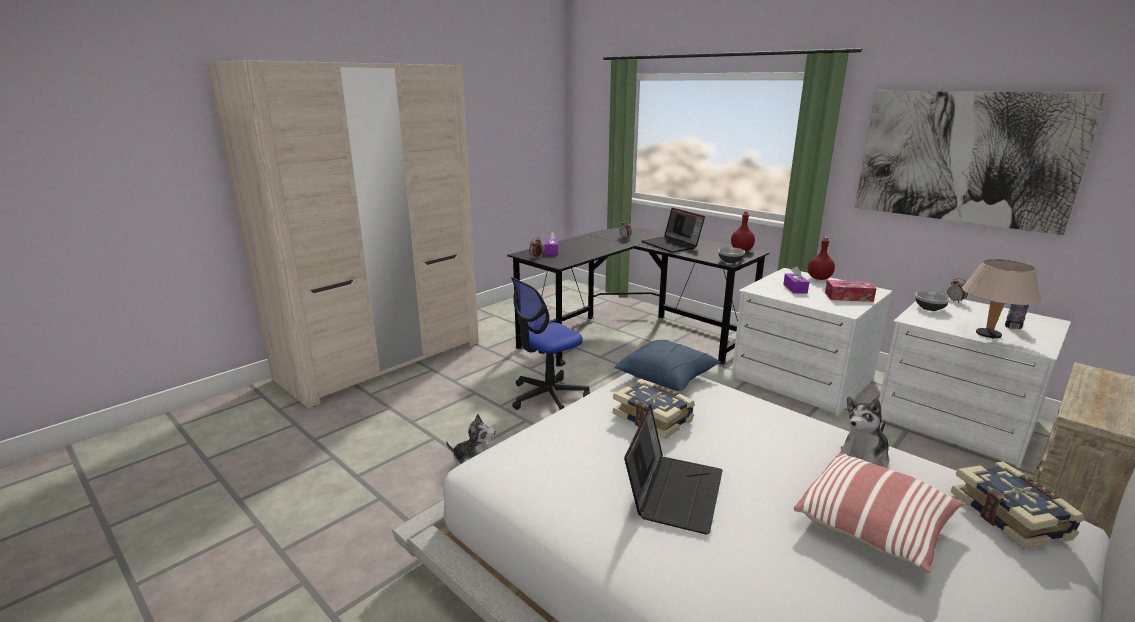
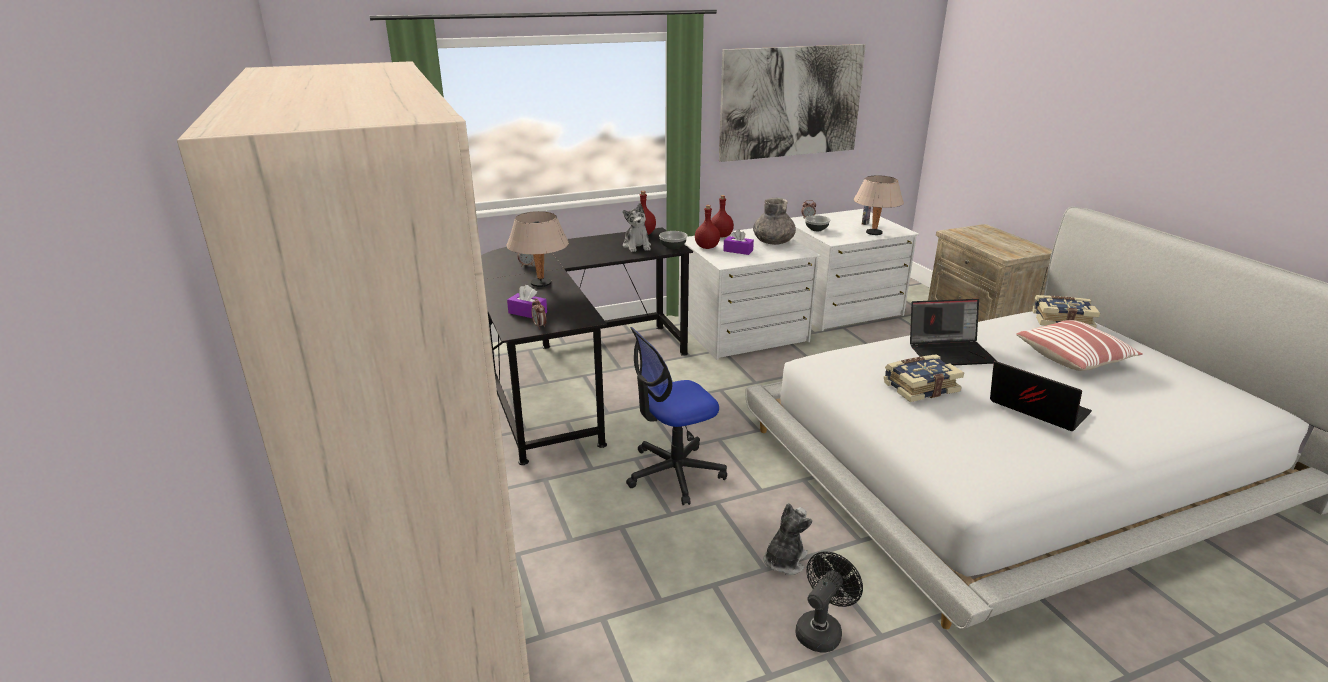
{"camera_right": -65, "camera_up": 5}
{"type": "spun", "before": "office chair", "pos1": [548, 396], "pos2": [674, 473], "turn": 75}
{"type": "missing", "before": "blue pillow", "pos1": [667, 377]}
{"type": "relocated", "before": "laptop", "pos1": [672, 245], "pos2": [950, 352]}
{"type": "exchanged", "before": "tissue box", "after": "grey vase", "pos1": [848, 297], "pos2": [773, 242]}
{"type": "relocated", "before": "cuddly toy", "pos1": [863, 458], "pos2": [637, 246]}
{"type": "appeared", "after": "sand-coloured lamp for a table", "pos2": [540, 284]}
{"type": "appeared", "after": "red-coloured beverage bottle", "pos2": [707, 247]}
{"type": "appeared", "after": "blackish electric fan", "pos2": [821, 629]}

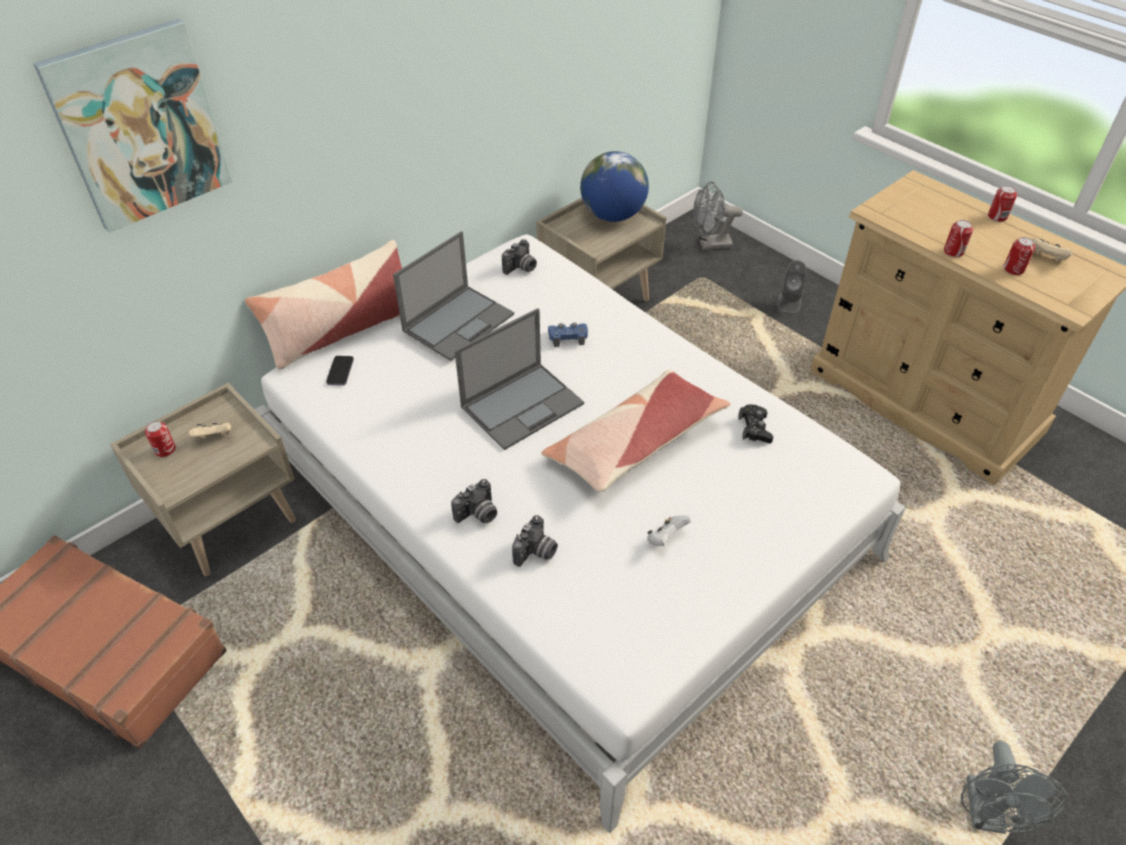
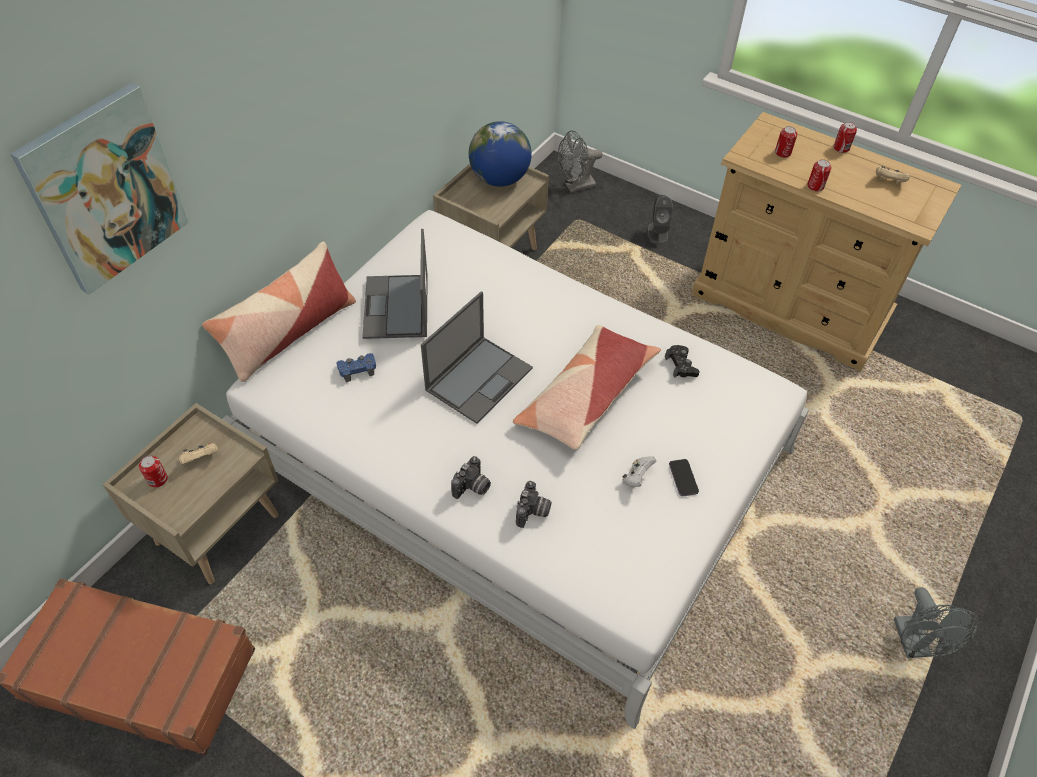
{"camera_right": -15, "camera_up": 5}
{"type": "relocated", "before": "telephone", "pos1": [340, 372], "pos2": [683, 478]}
{"type": "spun", "before": "laptop", "pos1": [459, 322], "pos2": [397, 307], "turn": 150}
{"type": "missing", "before": "still camera", "pos1": [521, 268]}
{"type": "relocated", "before": "blue game controller", "pos1": [568, 337], "pos2": [357, 369]}
{"type": "relocated", "before": "can", "pos1": [1013, 269], "pos2": [782, 153]}

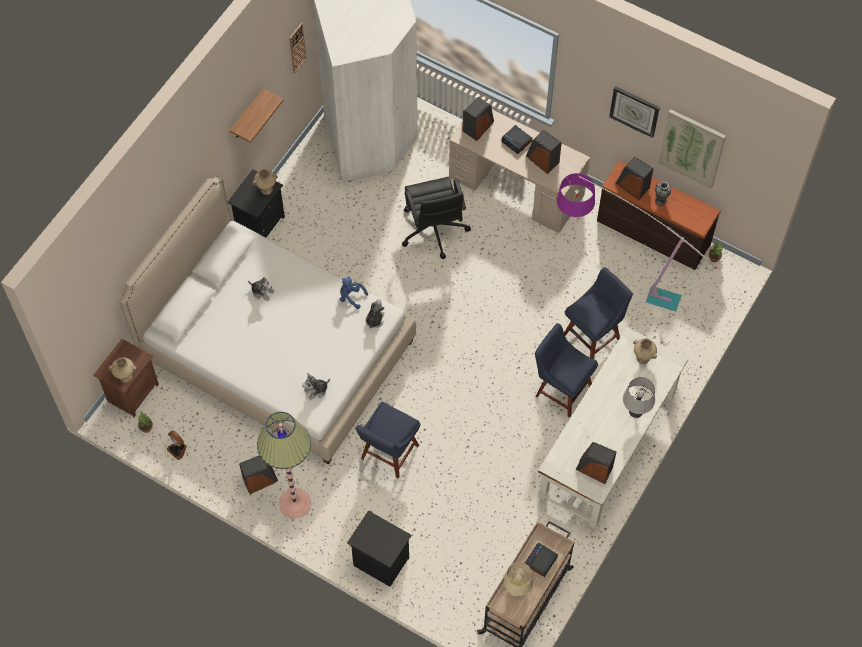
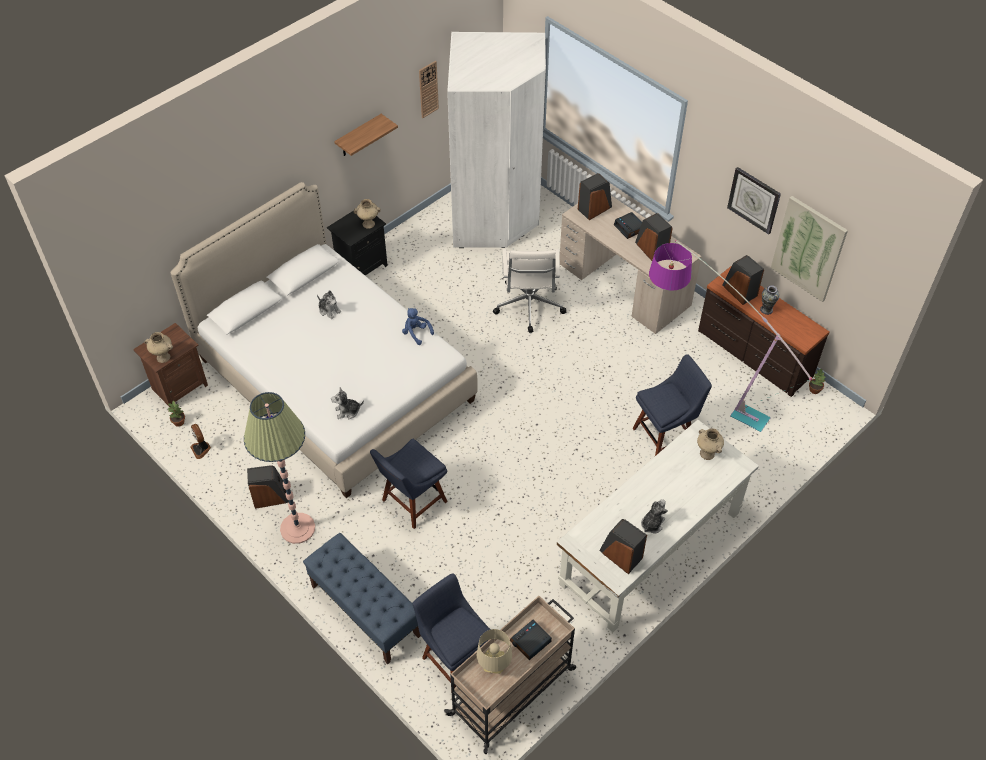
{"camera_right": 15, "camera_up": -10}
{"type": "exchanged", "before": "blackish nightstand", "after": "blue long seat", "pos1": [380, 562], "pos2": [365, 610]}
{"type": "relocated", "before": "cuddly toy", "pos1": [374, 319], "pos2": [652, 524]}
{"type": "colour", "before": "blackish office chair", "after": "whitish office chair", "pos1": [434, 231], "pos2": [529, 307]}
{"type": "relocated", "before": "blue upright chair", "pos1": [561, 389], "pos2": [455, 657]}
{"type": "missing", "before": "grey lamp for a table", "pos1": [635, 411]}

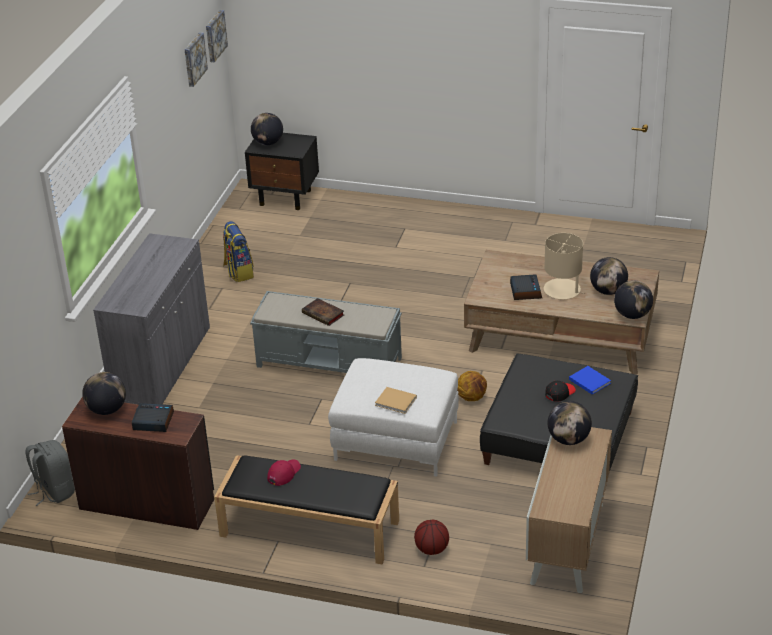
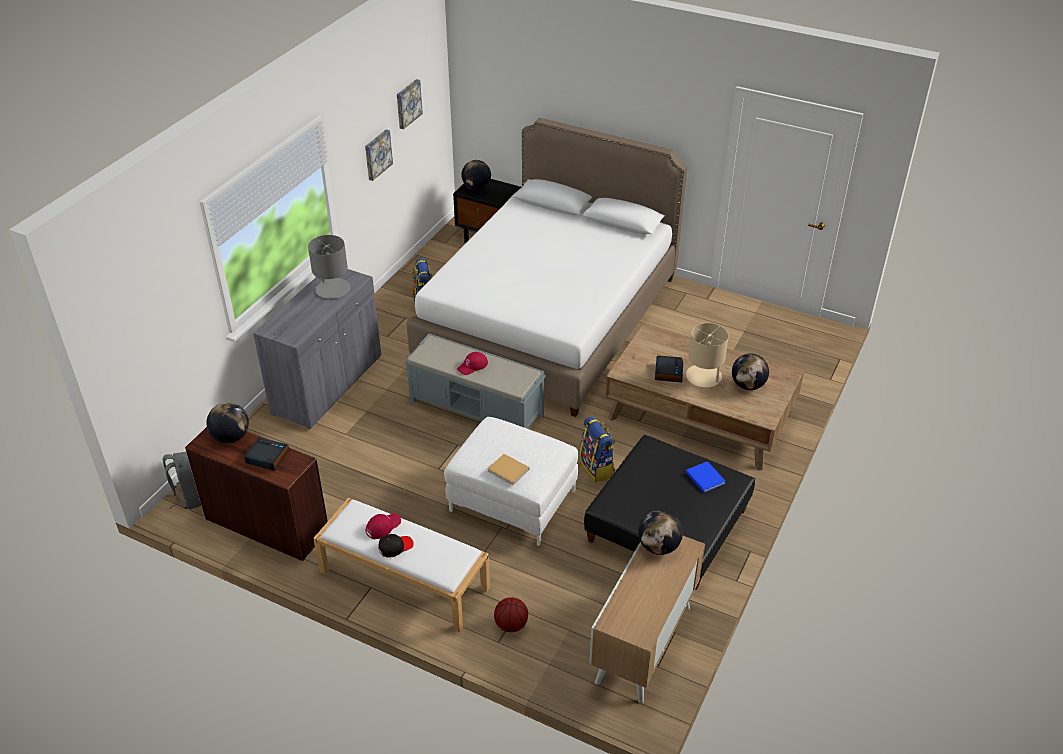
{"camera_right": 10, "camera_up": 5}
{"type": "relocated", "before": "picture", "pos1": [214, 35], "pos2": [377, 154]}
{"type": "colour", "before": "blackish long seat", "after": "whitish long seat", "pos1": [308, 528], "pos2": [403, 579]}
{"type": "exchanged", "before": "volume", "after": "red-coloured peaked cap", "pos1": [324, 314], "pos2": [472, 366]}
{"type": "exchanged", "before": "basketball", "after": "rucksack", "pos1": [472, 397], "pos2": [597, 468]}
{"type": "relocated", "before": "blackish peaked cap", "pos1": [559, 393], "pos2": [395, 547]}
{"type": "missing", "before": "globe", "pos1": [632, 315]}
{"type": "appeared", "after": "grey lamp for a table", "pos2": [332, 289]}
{"type": "appeared", "after": "whitish sleeping bed", "pos2": [549, 318]}

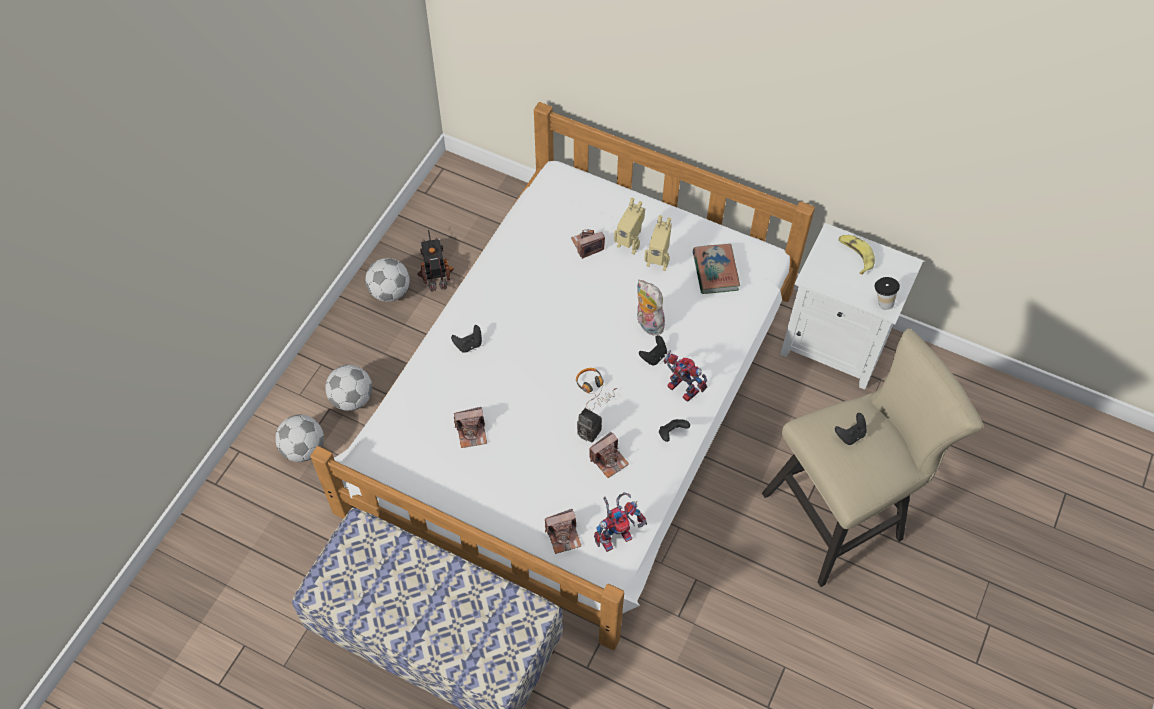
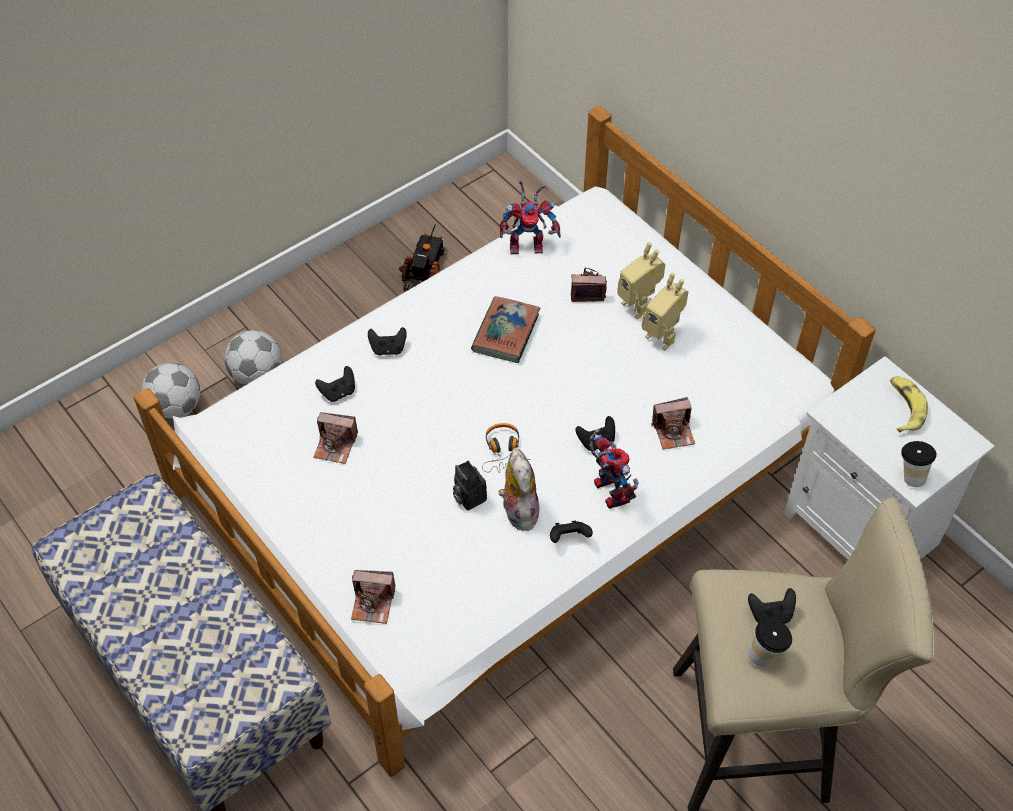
{"camera_right": 25, "camera_up": -5}
{"type": "missing", "before": "football ball", "pos1": [390, 291]}
{"type": "relocated", "before": "still camera", "pos1": [609, 460], "pos2": [673, 432]}
{"type": "relocated", "before": "model robot", "pos1": [616, 534], "pos2": [529, 244]}
{"type": "relocated", "before": "cuddly toy", "pos1": [647, 323], "pos2": [518, 511]}
{"type": "relocated", "before": "volume", "pos1": [715, 271], "pos2": [506, 333]}
{"type": "appeared", "after": "blackish game controller", "pos2": [338, 392]}
{"type": "appeared", "after": "cup", "pos2": [766, 654]}

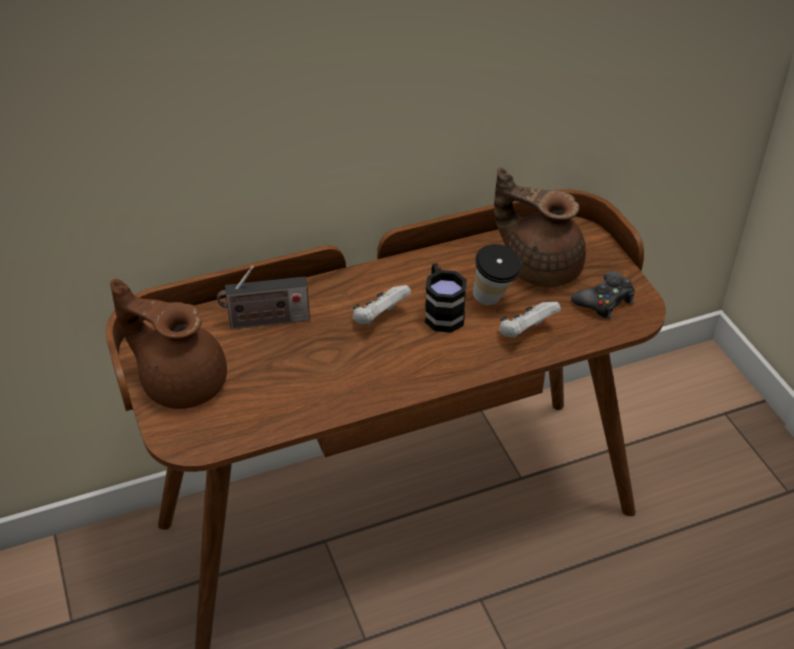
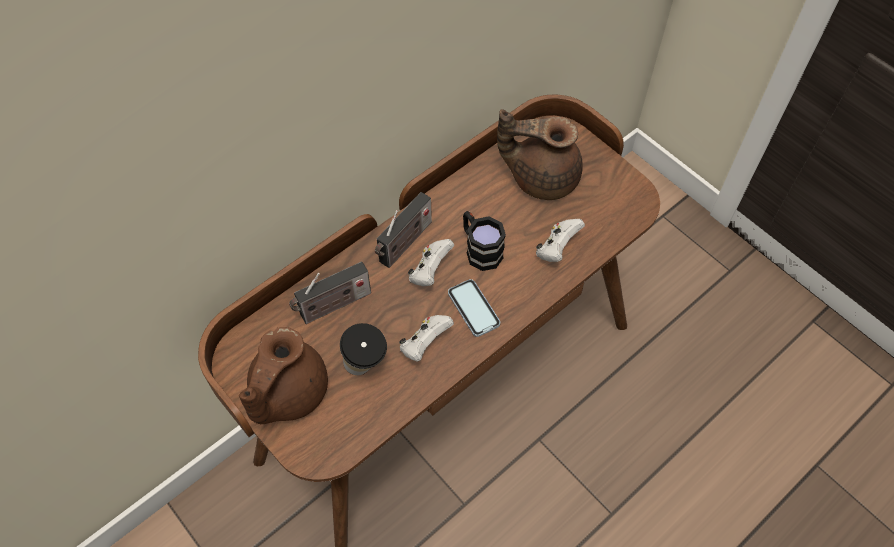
{"camera_right": -20, "camera_up": 15}
{"type": "spun", "before": "brown-coloured pot for tea", "pos1": [181, 381], "pos2": [287, 393], "turn": -75}
{"type": "relocated", "before": "cup", "pos1": [494, 301], "pos2": [366, 367]}
{"type": "missing", "before": "blackish game controller", "pos1": [604, 301]}
{"type": "appeared", "after": "radio set", "pos2": [404, 244]}
{"type": "appeared", "after": "whitish game controller", "pos2": [424, 344]}
{"type": "appeared", "after": "telephone", "pos2": [473, 308]}

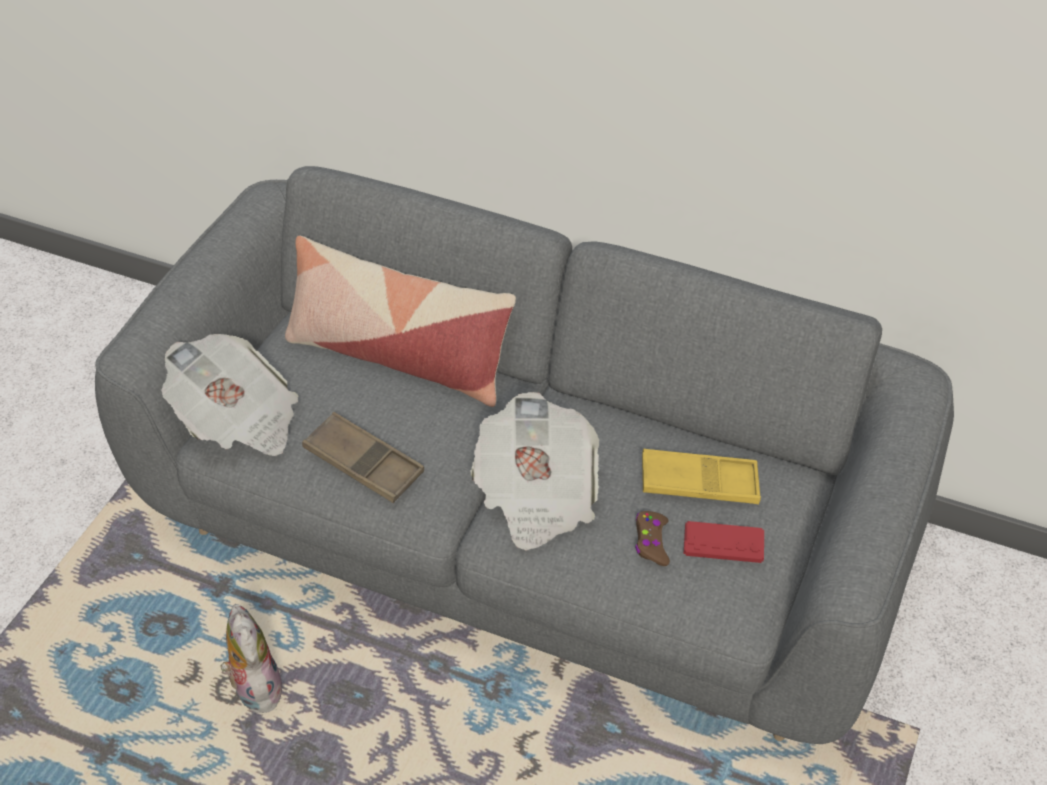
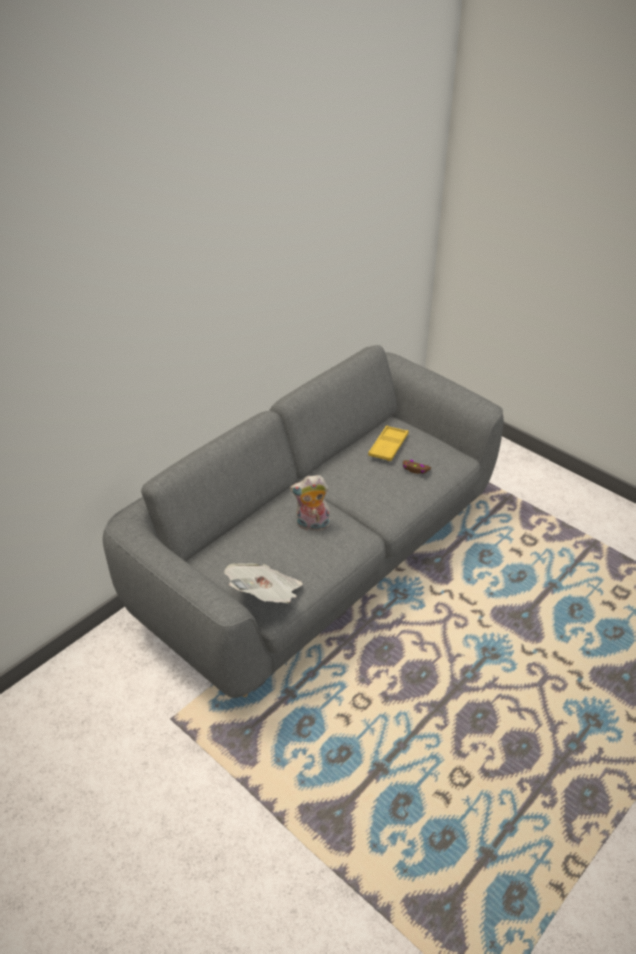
{"camera_right": -70, "camera_up": -5}
{"type": "relocated", "before": "cuddly toy", "pos1": [254, 688], "pos2": [312, 525]}
{"type": "missing", "before": "pillow", "pos1": [398, 355]}
{"type": "missing", "before": "brown-coloured tray", "pos1": [363, 463]}
{"type": "missing", "before": "printed paper", "pos1": [536, 496]}
{"type": "missing", "before": "red-coloured game controller", "pos1": [723, 543]}

